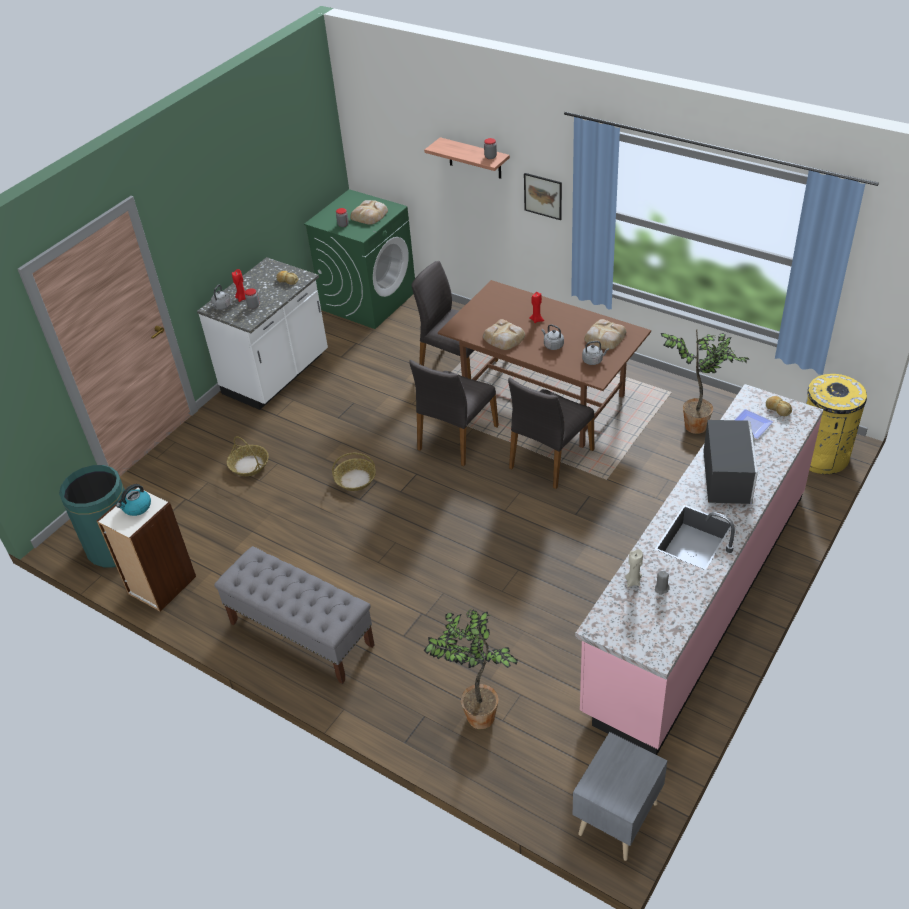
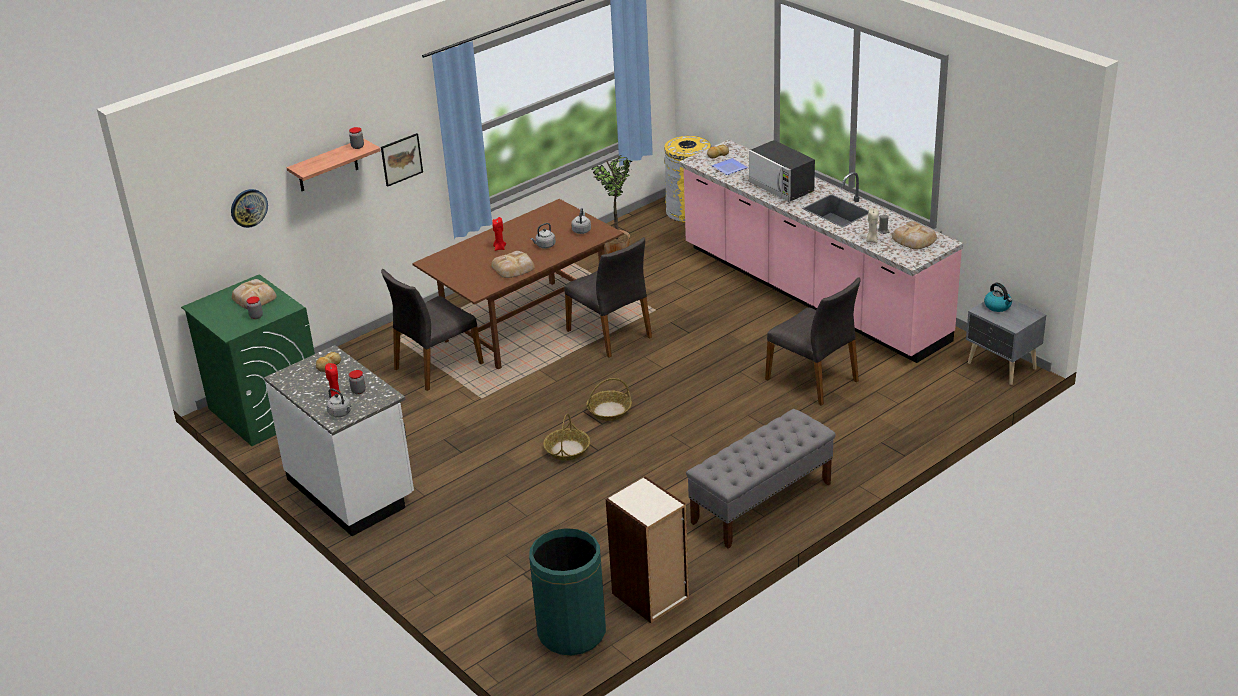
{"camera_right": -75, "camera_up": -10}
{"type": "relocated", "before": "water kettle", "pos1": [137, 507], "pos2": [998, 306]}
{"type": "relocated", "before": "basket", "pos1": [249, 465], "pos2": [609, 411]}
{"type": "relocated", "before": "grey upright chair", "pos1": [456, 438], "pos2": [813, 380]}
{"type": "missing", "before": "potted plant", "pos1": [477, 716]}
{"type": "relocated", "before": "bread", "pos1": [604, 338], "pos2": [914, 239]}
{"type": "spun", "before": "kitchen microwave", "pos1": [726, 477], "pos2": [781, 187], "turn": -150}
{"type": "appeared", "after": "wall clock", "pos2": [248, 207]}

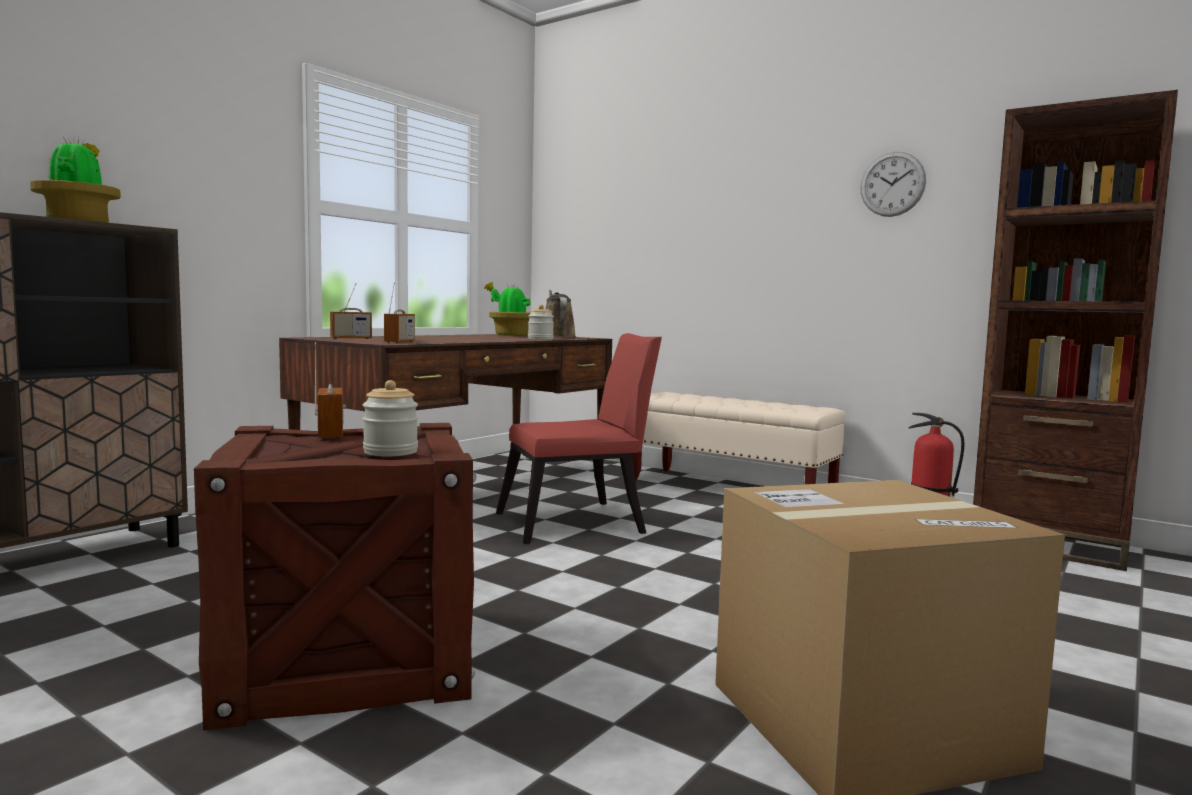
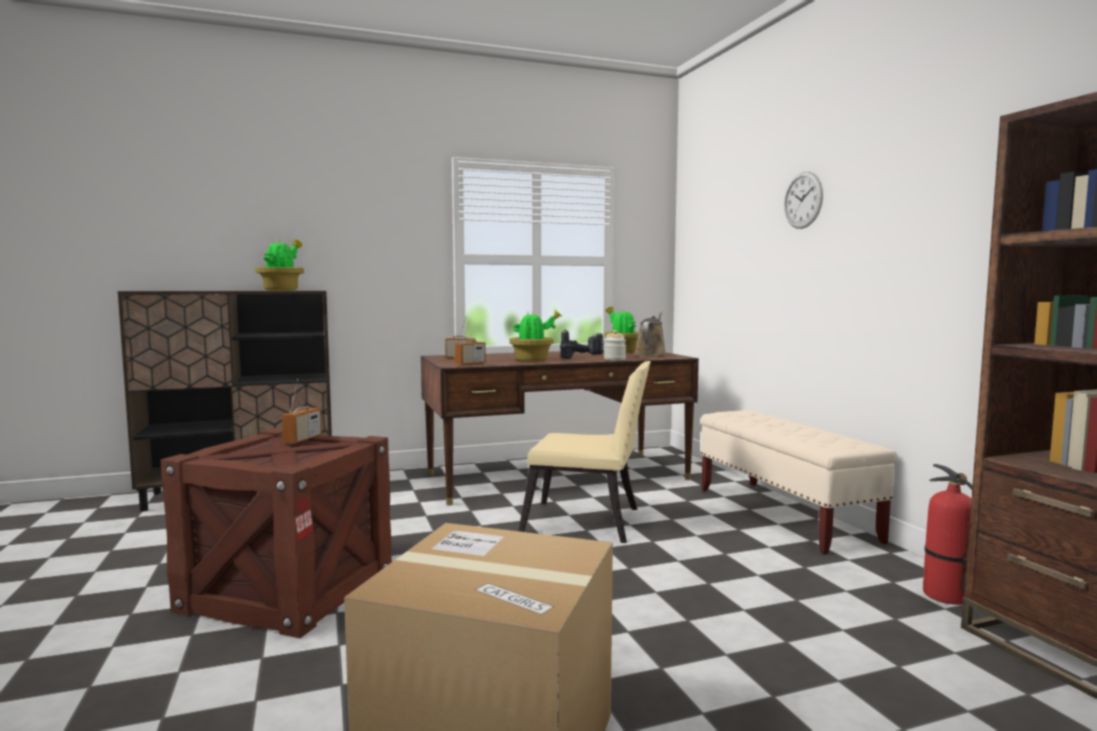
{"camera_right": 35, "camera_up": 0}
{"type": "missing", "before": "storage jar", "pos1": [390, 452]}
{"type": "colour", "before": "red-coloured upright chair", "after": "sand-coloured upright chair", "pos1": [579, 523], "pos2": [589, 523]}
{"type": "relocated", "before": "wall clock", "pos1": [892, 184], "pos2": [803, 200]}
{"type": "appeared", "after": "potted plant", "pos2": [533, 360]}
{"type": "appeared", "after": "drill", "pos2": [582, 357]}

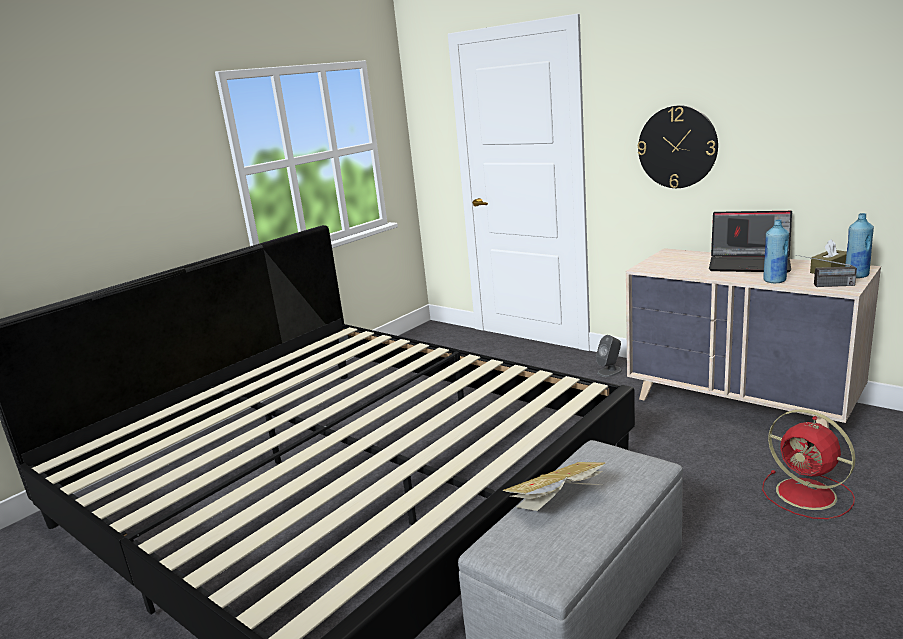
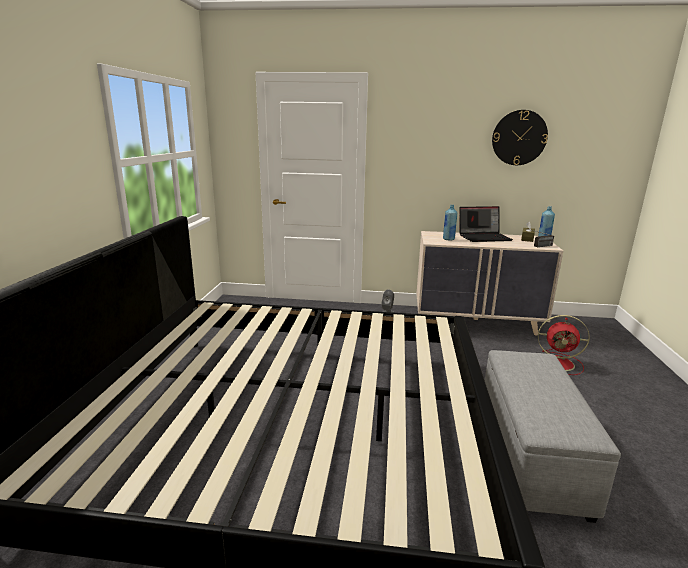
{"camera_right": -35, "camera_up": 0}
{"type": "missing", "before": "volume", "pos1": [556, 502]}
{"type": "relocated", "before": "wall clock", "pos1": [677, 147], "pos2": [519, 138]}
{"type": "relocated", "before": "blue beverage bottle", "pos1": [774, 281], "pos2": [448, 239]}

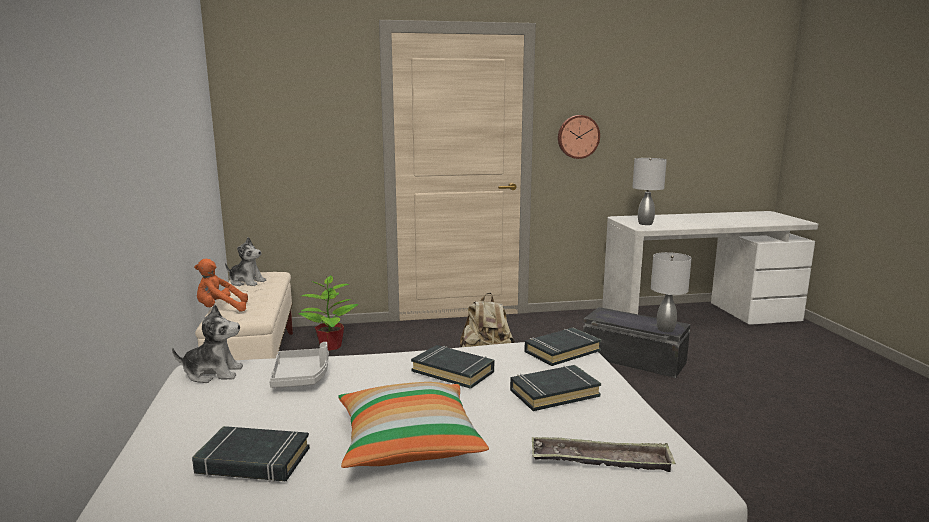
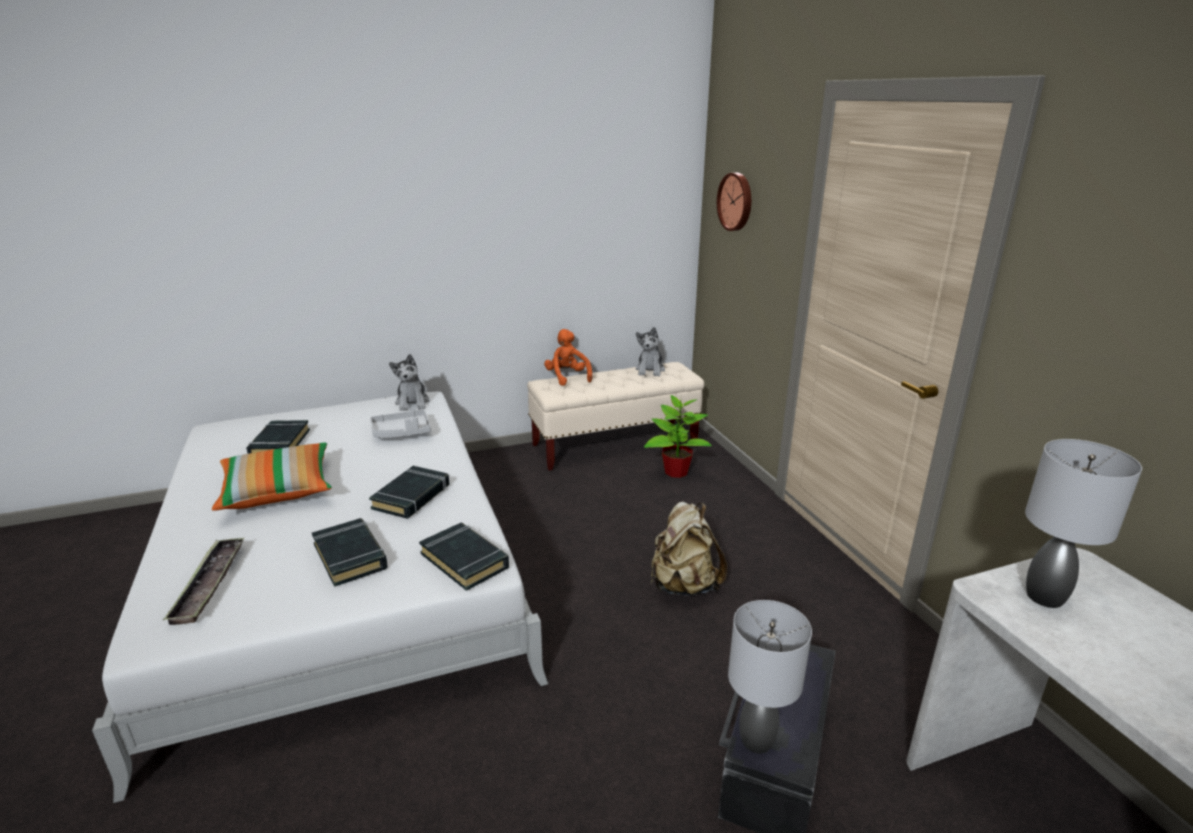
{"camera_right": 80, "camera_up": 10}
{"type": "relocated", "before": "wall clock", "pos1": [578, 136], "pos2": [736, 201]}

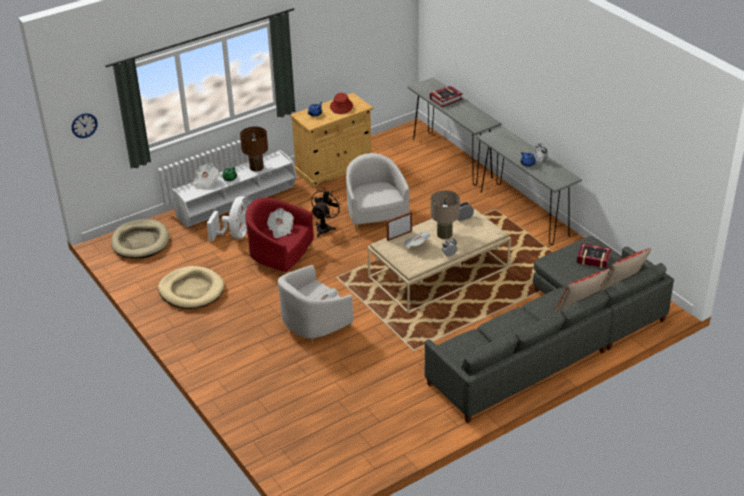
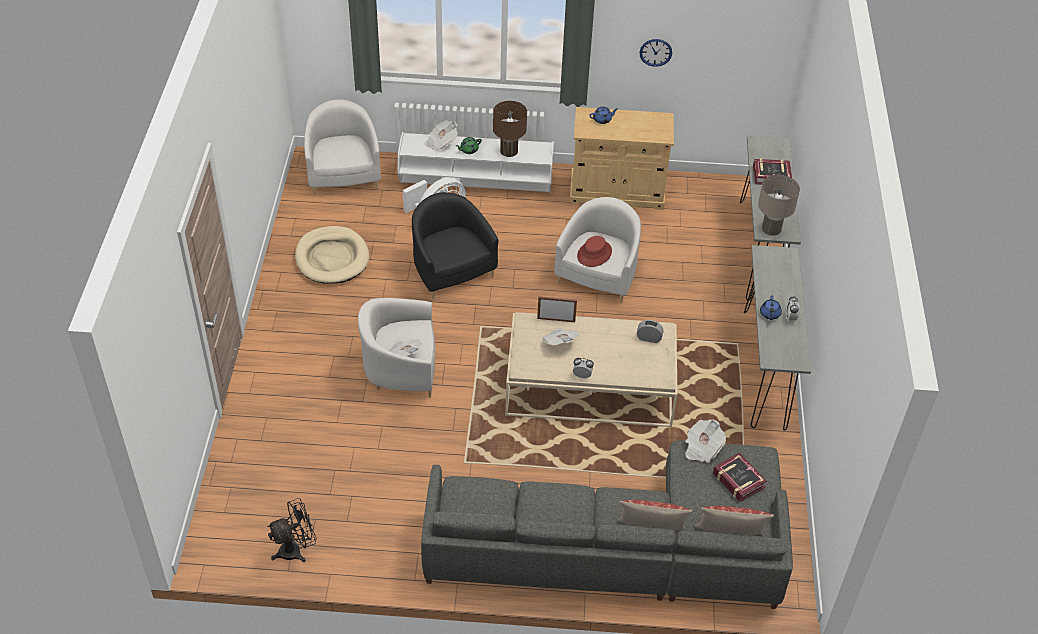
{"camera_right": 35, "camera_up": 10}
{"type": "relocated", "before": "wall clock", "pos1": [84, 125], "pos2": [655, 52]}
{"type": "exchanged", "before": "sand-coloured dog cushion", "after": "whitish lounge chair", "pos1": [140, 242], "pos2": [343, 175]}
{"type": "colour", "before": "red-coloured lounge chair", "after": "blackish lounge chair", "pos1": [280, 257], "pos2": [450, 270]}
{"type": "relocated", "before": "printed paper", "pos1": [280, 229], "pos2": [702, 448]}
{"type": "relocated", "before": "blackish electric fan", "pos1": [325, 228], "pos2": [296, 550]}
{"type": "relocated", "before": "red-coloured clothing hat", "pos1": [341, 106], "pos2": [594, 254]}
{"type": "relocated", "before": "sand-coloured lamp for a table", "pos1": [444, 234], "pos2": [771, 228]}

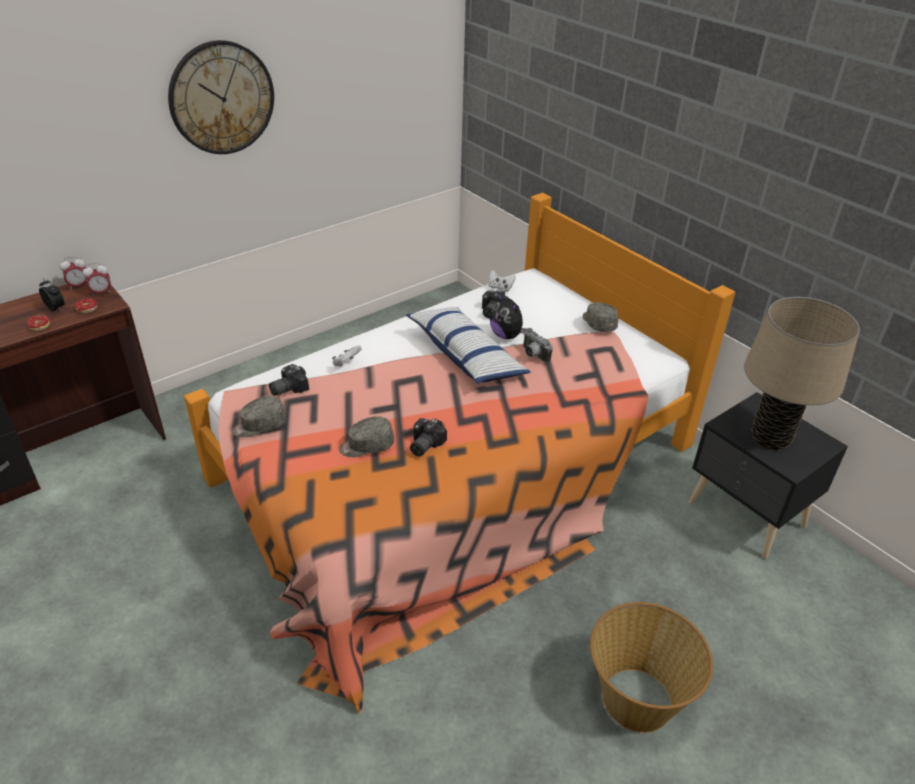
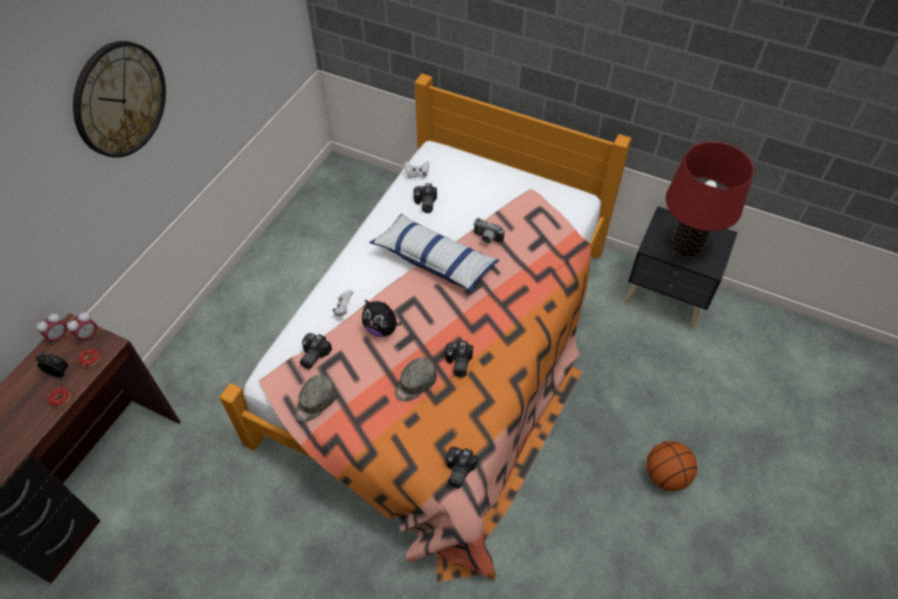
{"camera_right": -25, "camera_up": 15}
{"type": "relocated", "before": "cuddly toy", "pos1": [507, 335], "pos2": [382, 329]}
{"type": "missing", "before": "grey peaked cap", "pos1": [598, 323]}
{"type": "exchanged", "before": "basket", "after": "basketball", "pos1": [636, 698], "pos2": [666, 475]}
{"type": "colour", "before": "sand-coloured lamp for a table", "after": "red-coloured lamp for a table", "pos1": [770, 438], "pos2": [686, 246]}
{"type": "appeared", "after": "still camera", "pos2": [457, 471]}

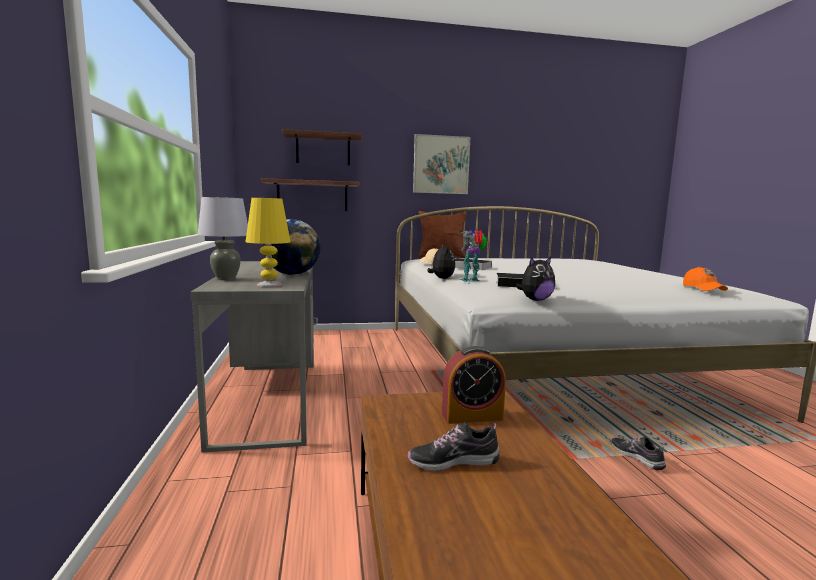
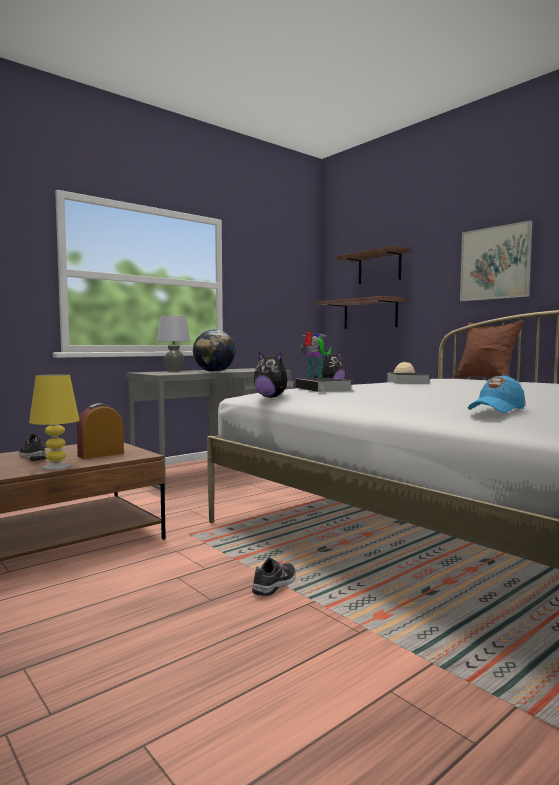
{"camera_right": 60, "camera_up": -5}
{"type": "relocated", "before": "yellow lamp for a table", "pos1": [269, 285], "pos2": [56, 467]}
{"type": "spun", "before": "alarm clock", "pos1": [472, 416], "pos2": [101, 454], "turn": 90}
{"type": "colour", "before": "orange peaked cap", "after": "blue peaked cap", "pos1": [703, 288], "pos2": [496, 410]}

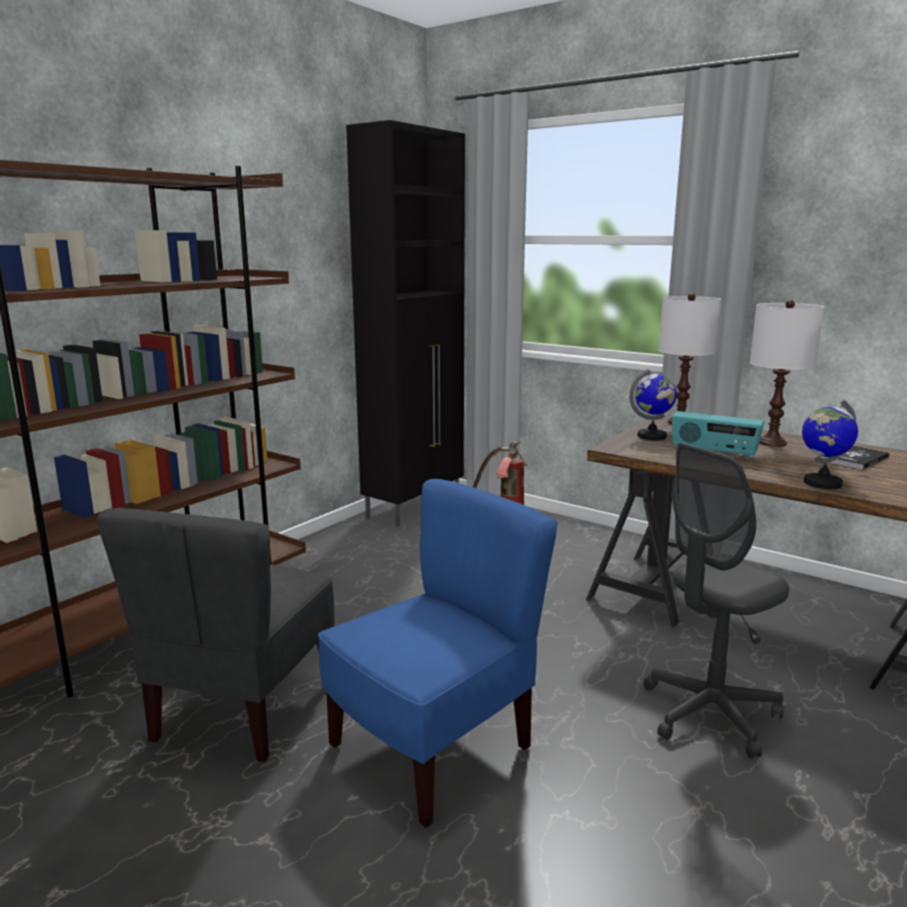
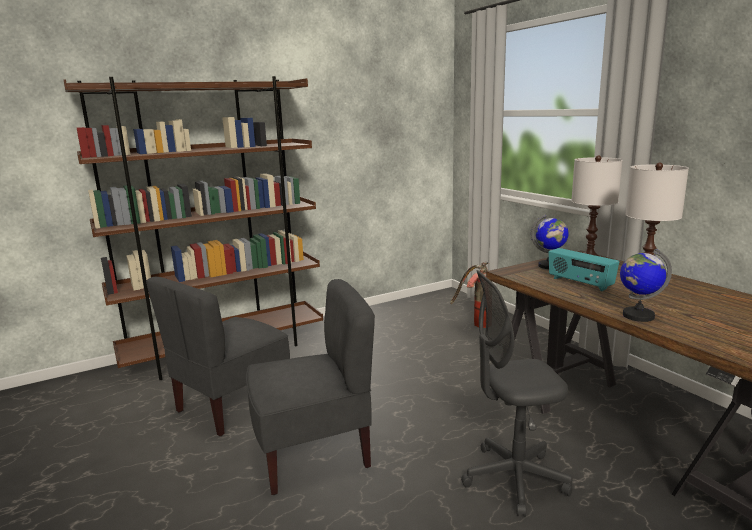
{"camera_right": 25, "camera_up": 0}
{"type": "colour", "before": "blue upright chair", "after": "grey upright chair", "pos1": [433, 749], "pos2": [313, 453]}
{"type": "missing", "before": "blackish cupboard", "pos1": [415, 507]}
{"type": "missing", "before": "volume", "pos1": [854, 458]}

